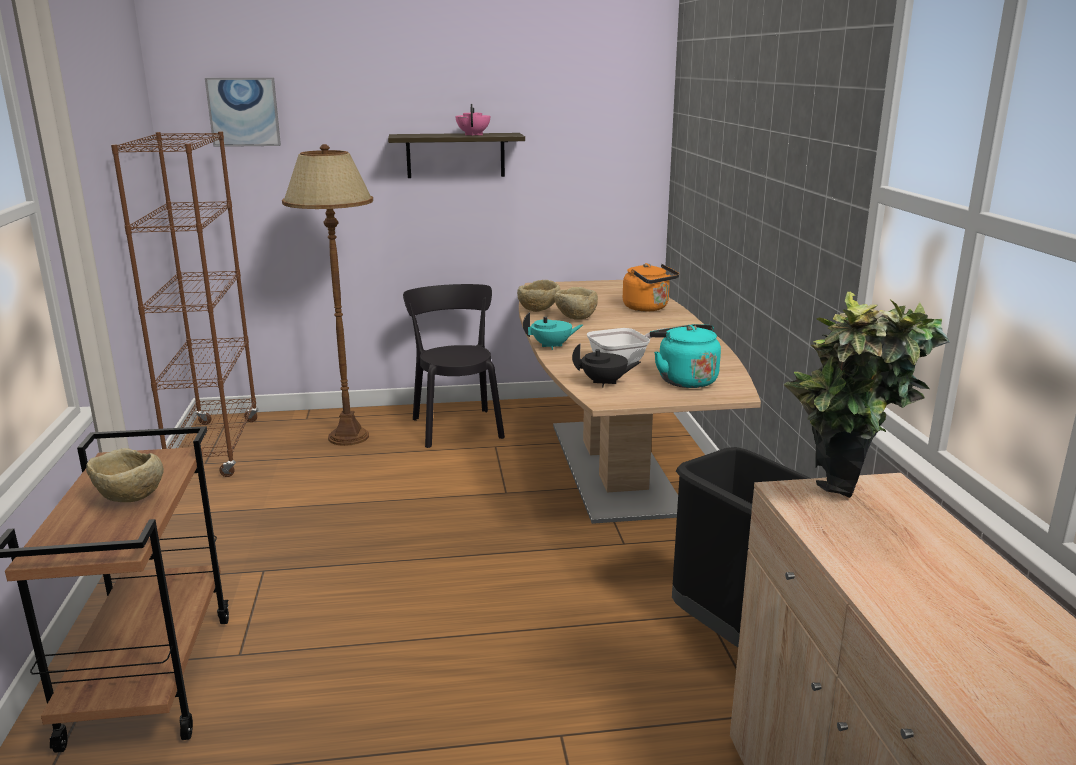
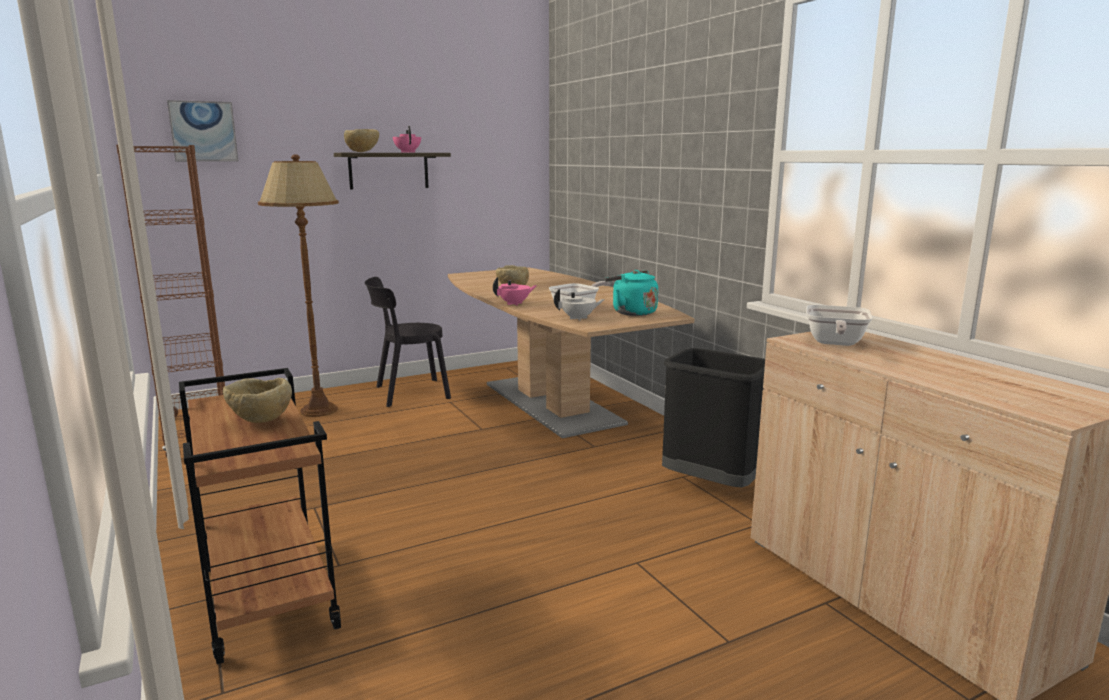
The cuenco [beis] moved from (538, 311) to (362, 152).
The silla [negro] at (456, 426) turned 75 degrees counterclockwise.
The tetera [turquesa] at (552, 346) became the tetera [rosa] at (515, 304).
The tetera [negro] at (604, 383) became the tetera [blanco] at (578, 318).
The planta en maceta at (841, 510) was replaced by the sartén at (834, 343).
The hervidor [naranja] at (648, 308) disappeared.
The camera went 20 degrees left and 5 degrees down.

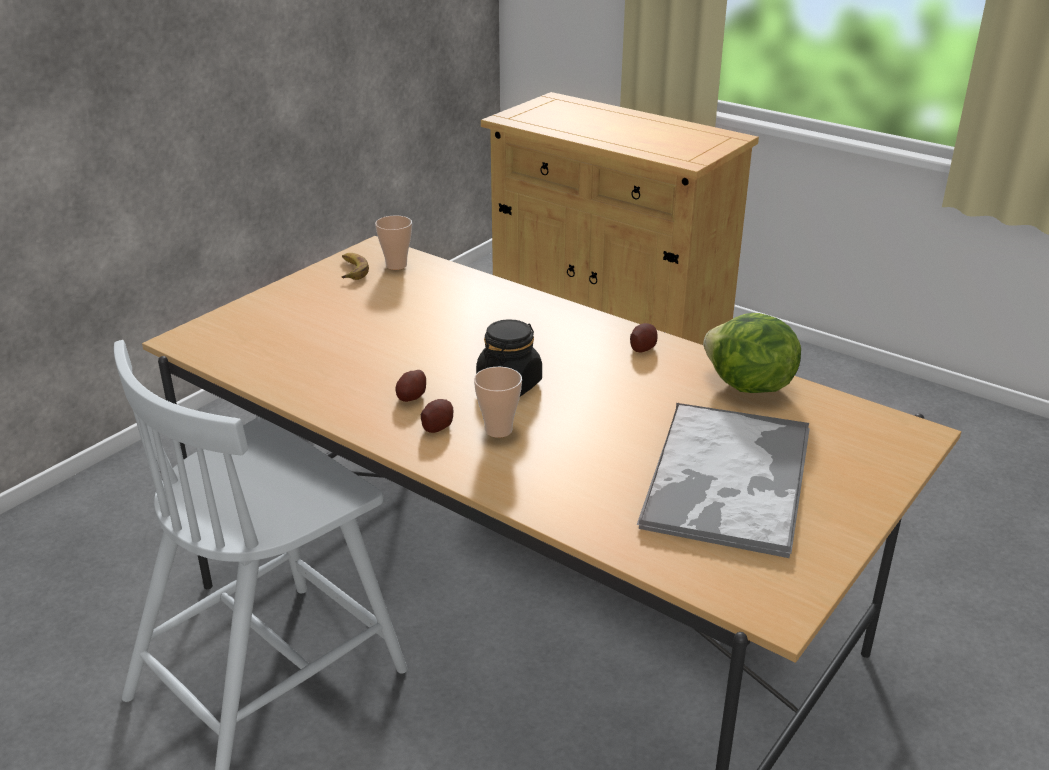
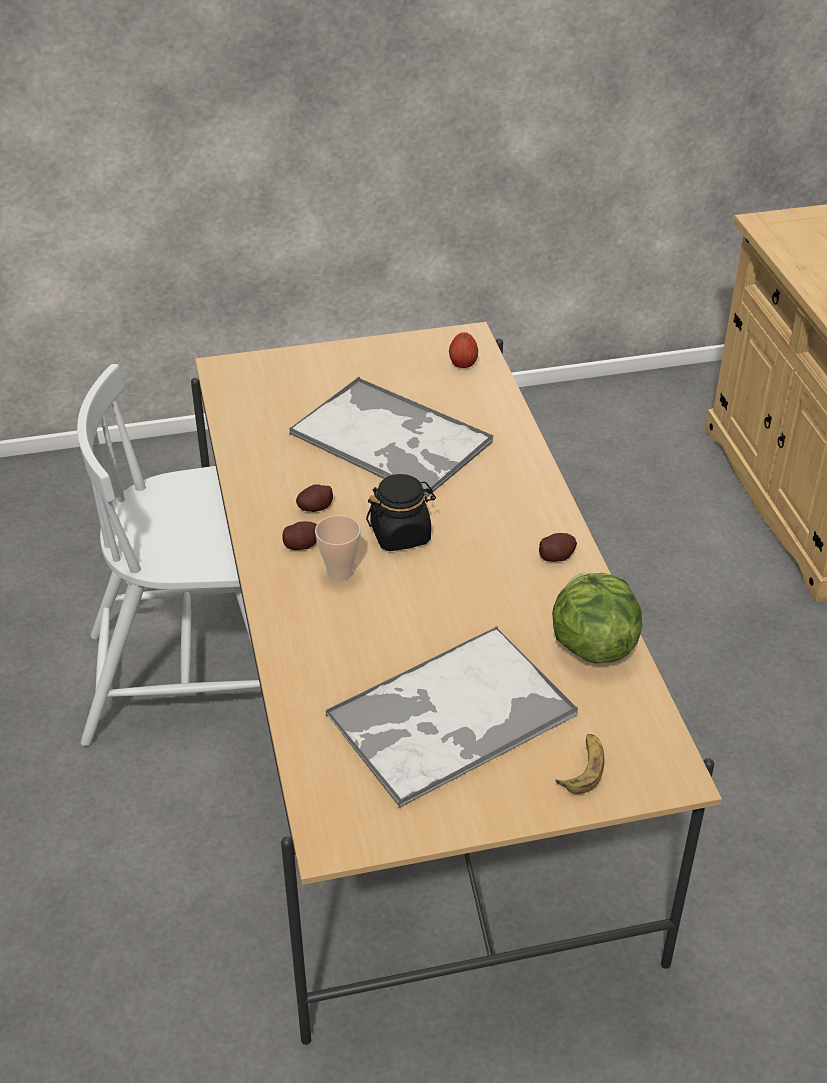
The bandeja at (392, 439) appeared.
The taza at (396, 265) was replaced by the manzana at (462, 365).
The plátano moved from (352, 270) to (583, 768).
The camera went 40 degrees right and 10 degrees up.

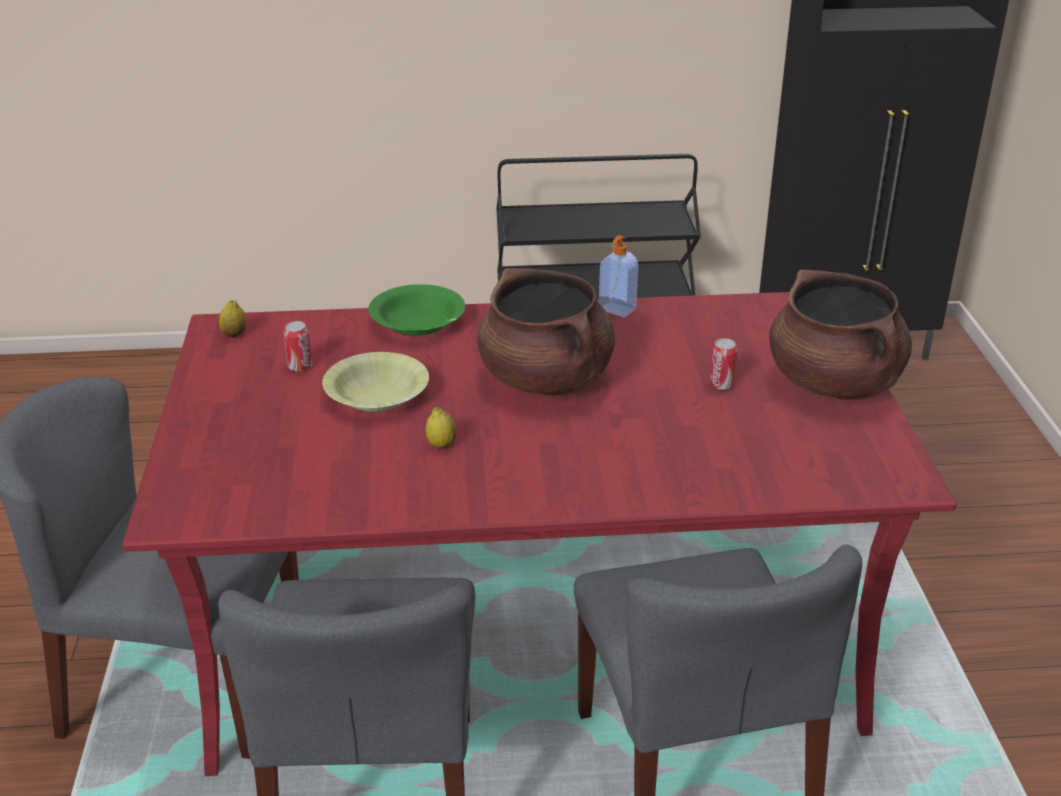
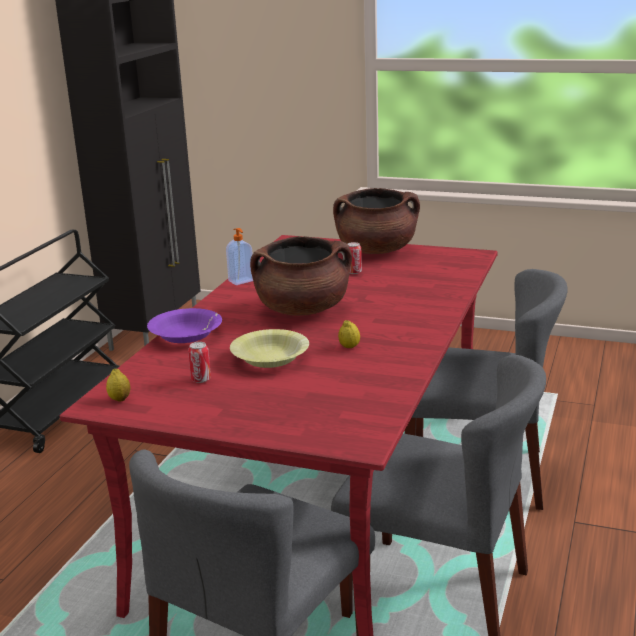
The cuenco [verde] at (417, 323) became the cuenco [morado] at (186, 335).
The camera went 65 degrees left and 10 degrees down.

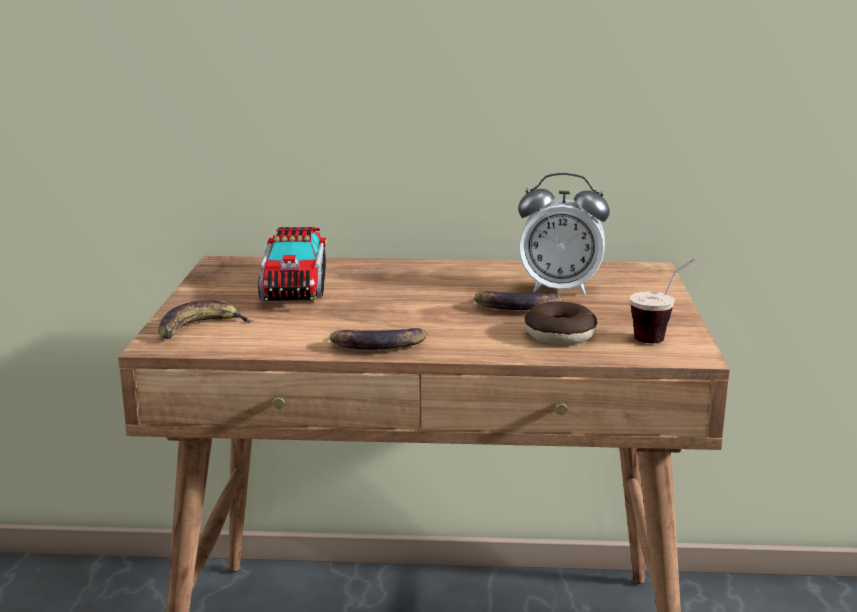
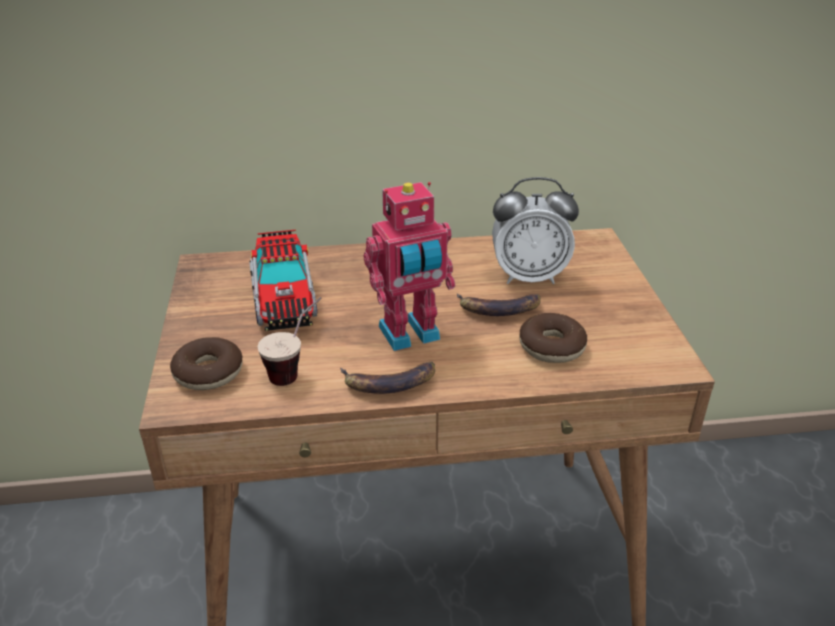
The plátano at (199, 328) was replaced by the rosquilla at (208, 373).
The taza moved from (661, 335) to (296, 369).
The robot de juguete at (410, 335) appeared.
The camera went 10 degrees left and 15 degrees up.

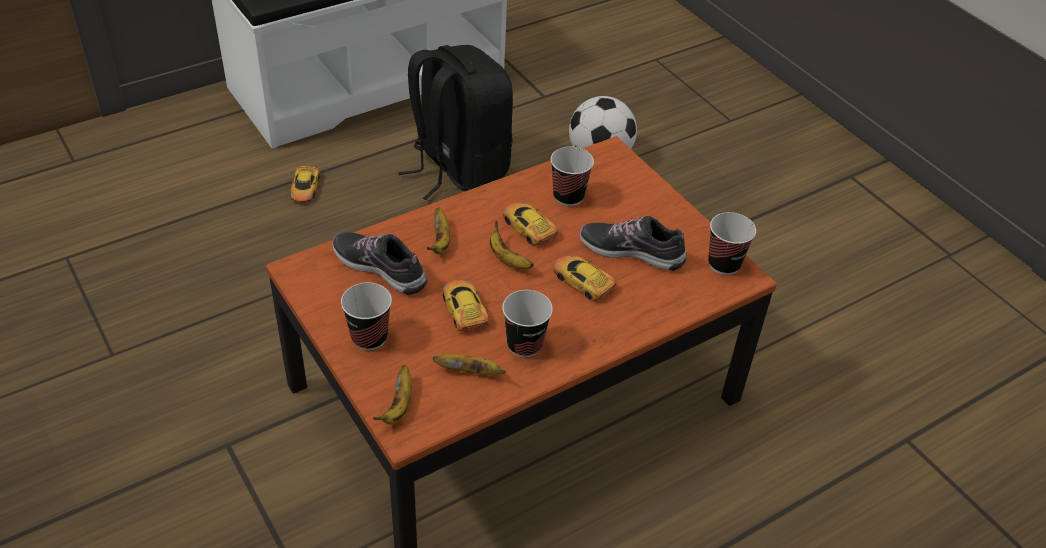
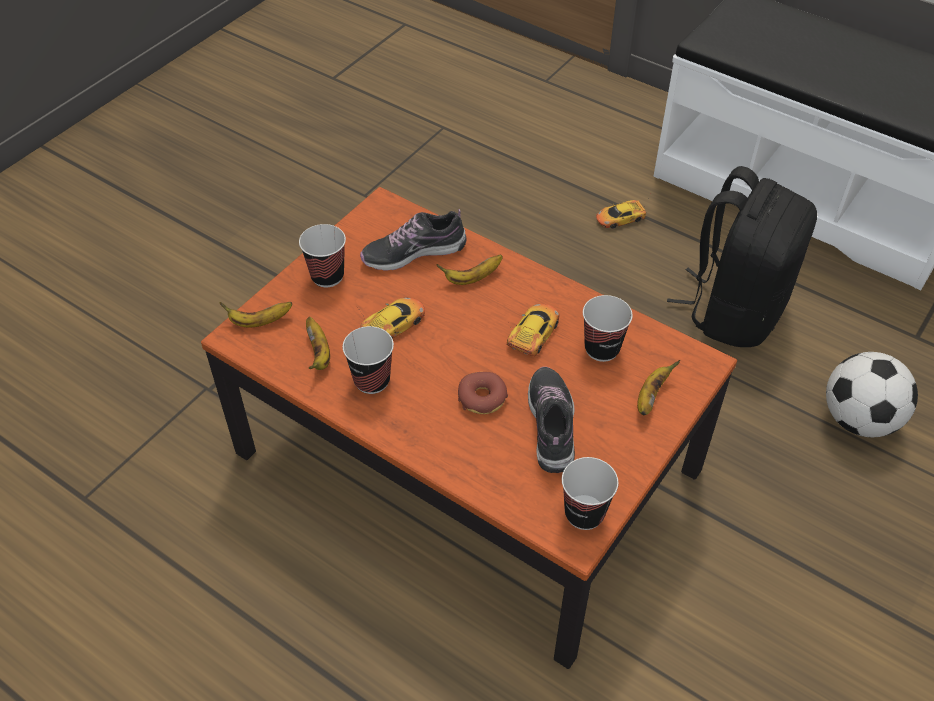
The zapato at (380, 268) turned 120 degrees counterclockwise.
The coche de juguete at (583, 281) was replaced by the rosquilla at (482, 398).
The plátano moved from (507, 259) to (650, 397).
The camera went 70 degrees right and 5 degrees up.

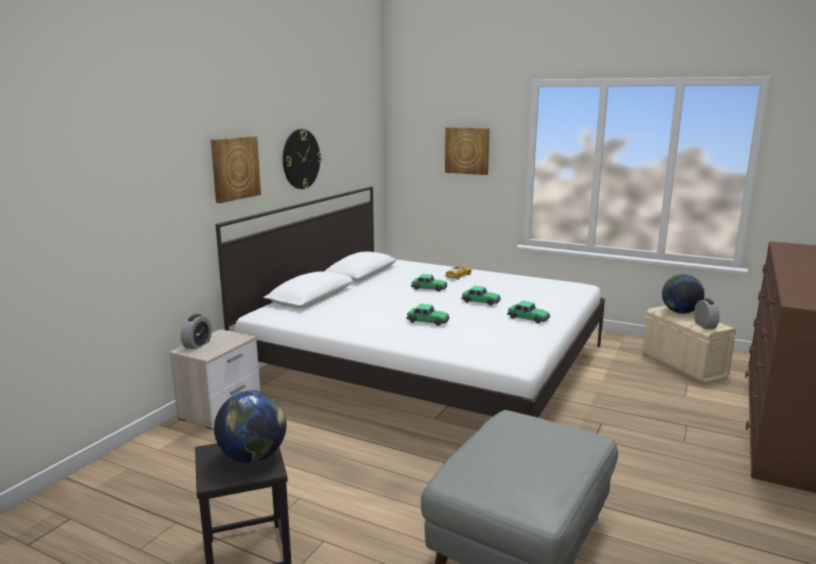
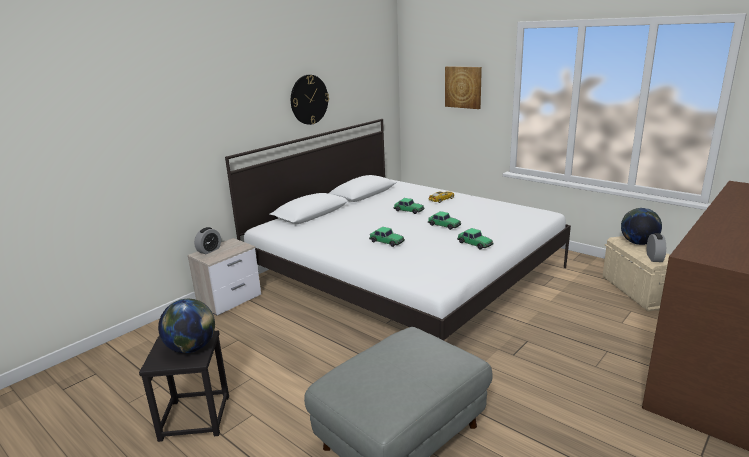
The cuadro at (234, 168) disappeared.
The camera went 15 degrees right and 5 degrees up.

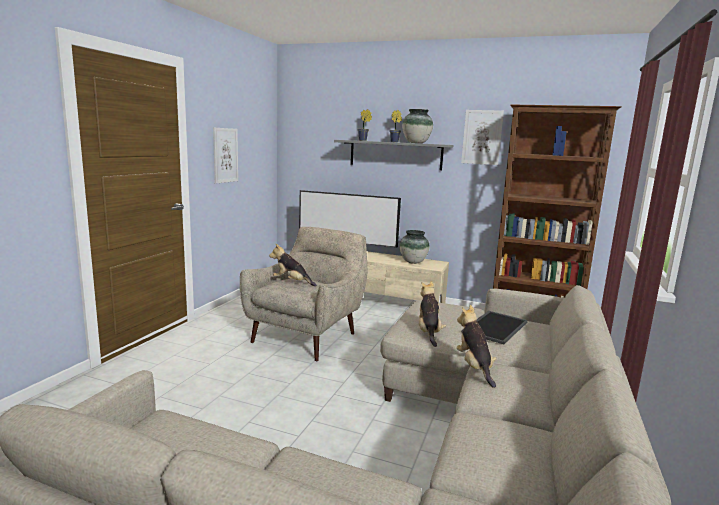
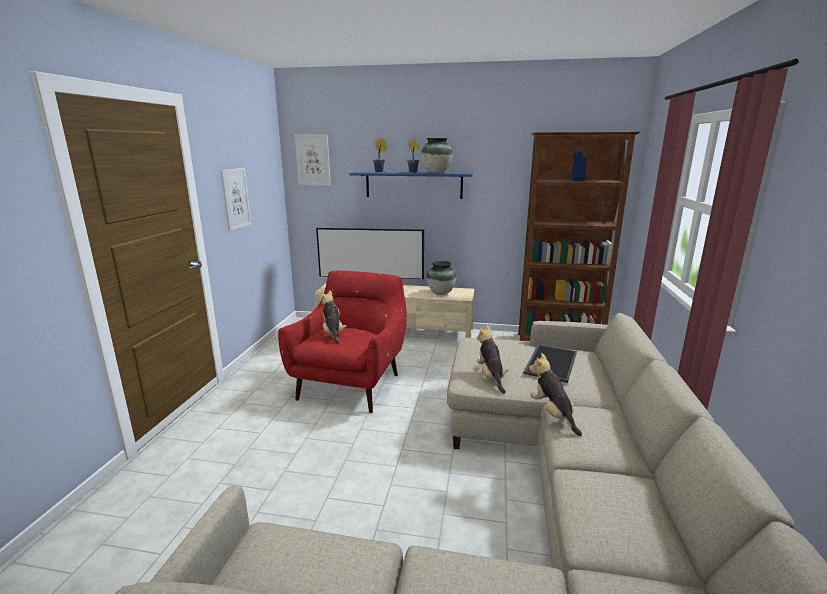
The sillón [beis] at (307, 336) became the sillón [rojo] at (352, 384).
The cuadro moved from (482, 137) to (313, 160).
The peluche at (292, 282) turned 60 degrees clockwise.
The estante [gris] at (395, 154) became the estante [azul] at (413, 184).
The camera went 10 degrees left and 5 degrees up.

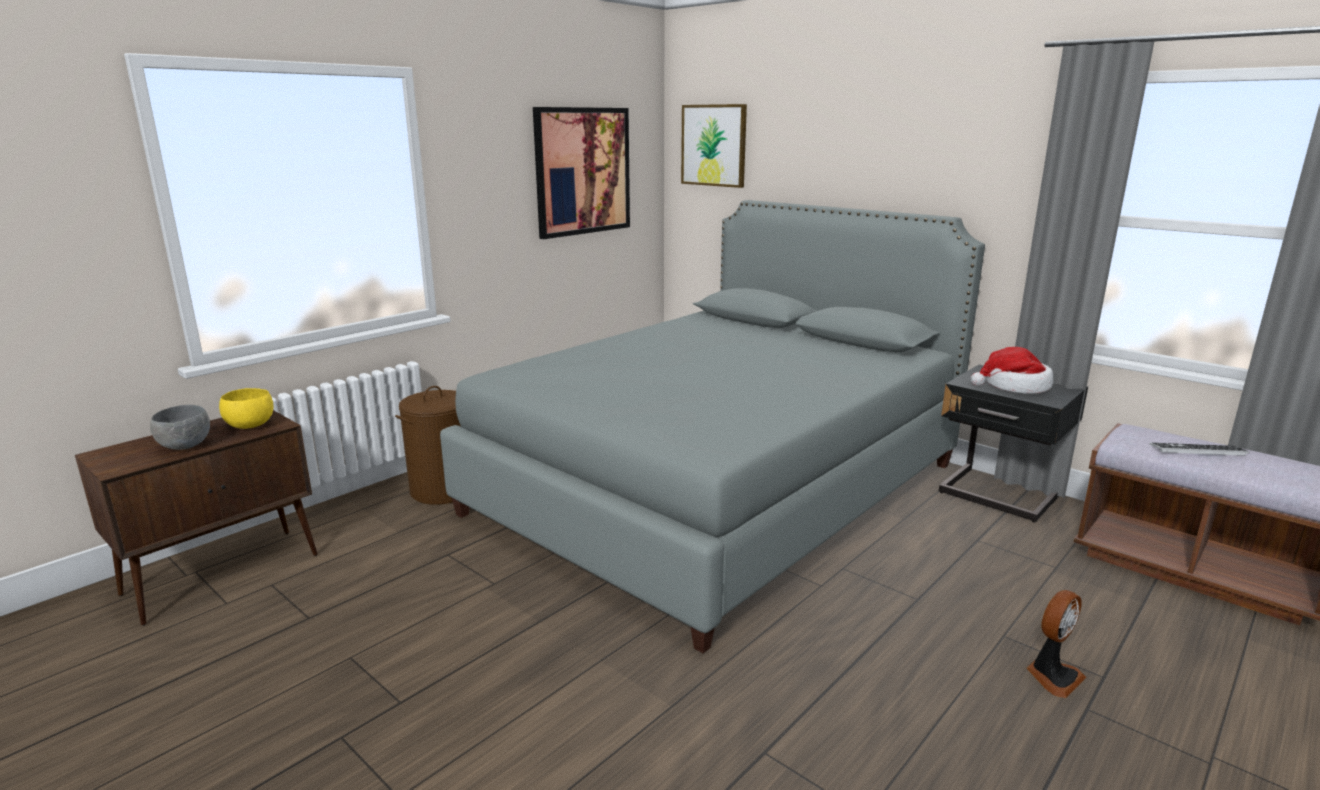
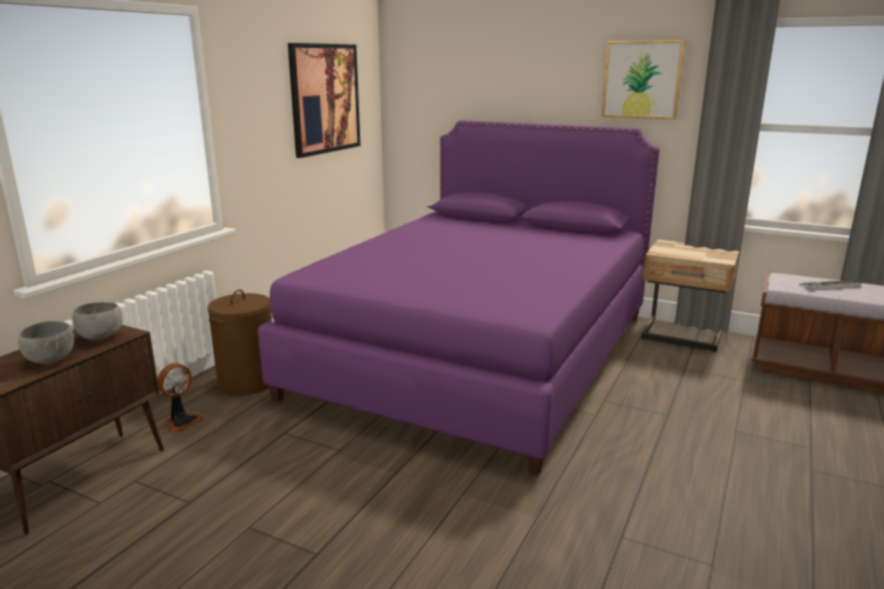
The cuenco [amarillo] at (249, 426) became the cuenco [gris] at (100, 337).
The ventilador moved from (1052, 676) to (181, 422).
The cama [gris] at (718, 488) became the cama [morado] at (478, 354).
The cuadro moved from (714, 145) to (642, 79).
The mesita de noche [negro] at (998, 496) became the mesita de noche [beis] at (682, 336).
The sombrero at (1014, 386) disappeared.
The camera went 15 degrees left and 0 degrees up.

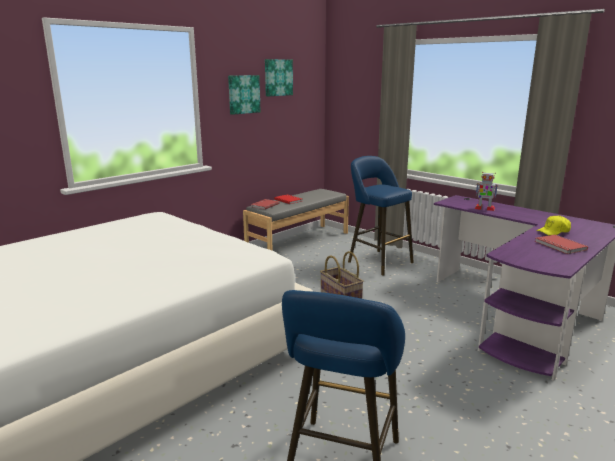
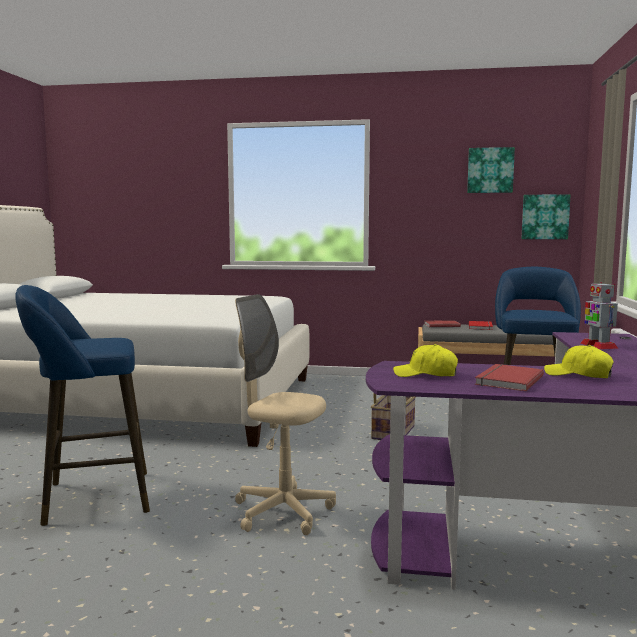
The silla de oficina [beis] at (283, 512) appeared.
The gorra [amarillo] at (426, 374) appeared.
The cuadro moved from (243, 94) to (545, 217).
The camera went 55 degrees right and 10 degrees down.

